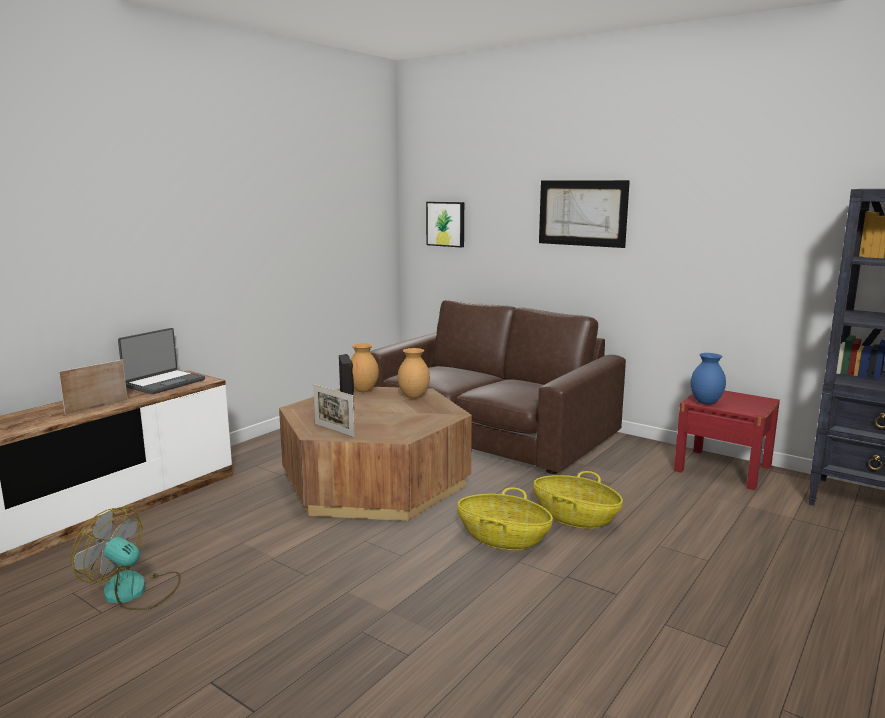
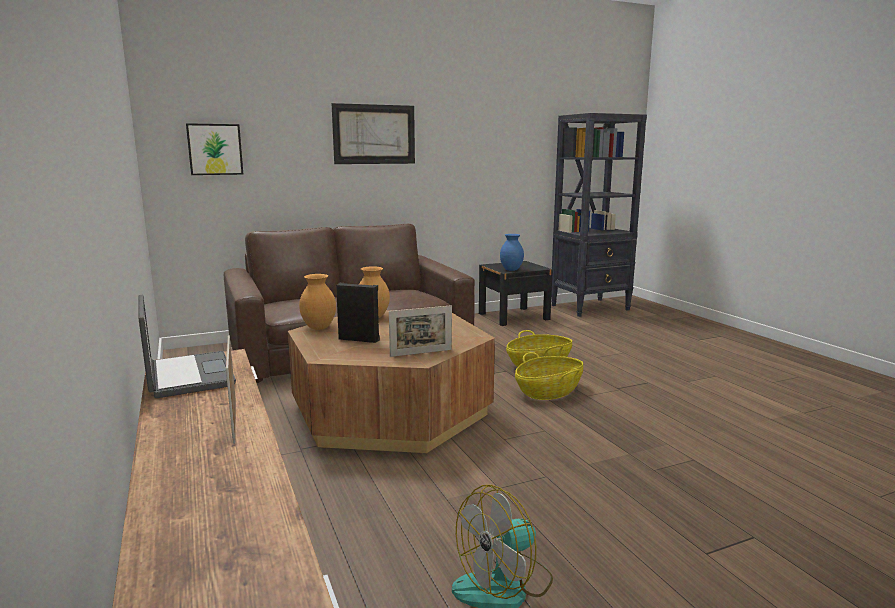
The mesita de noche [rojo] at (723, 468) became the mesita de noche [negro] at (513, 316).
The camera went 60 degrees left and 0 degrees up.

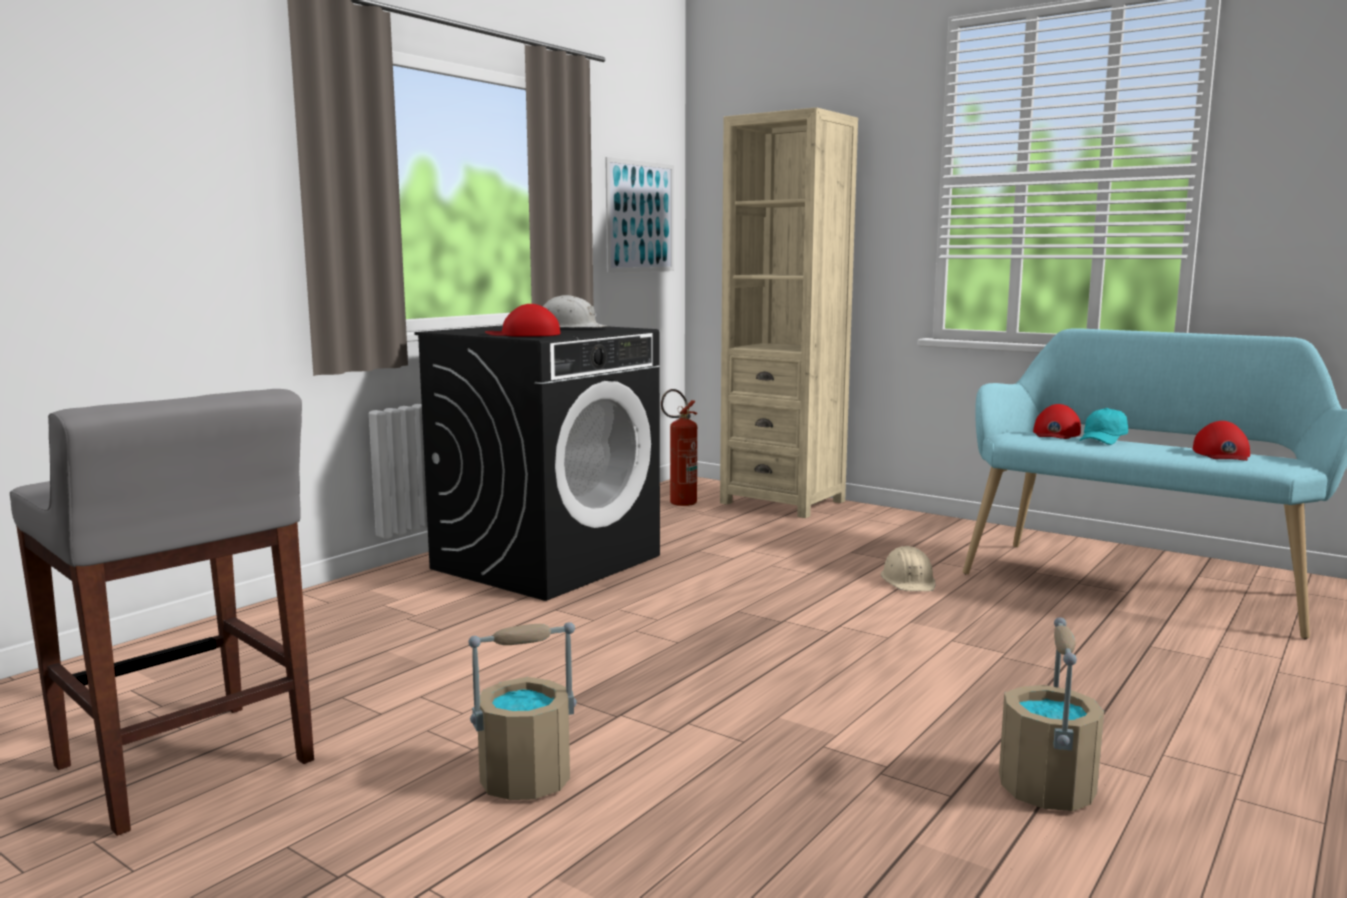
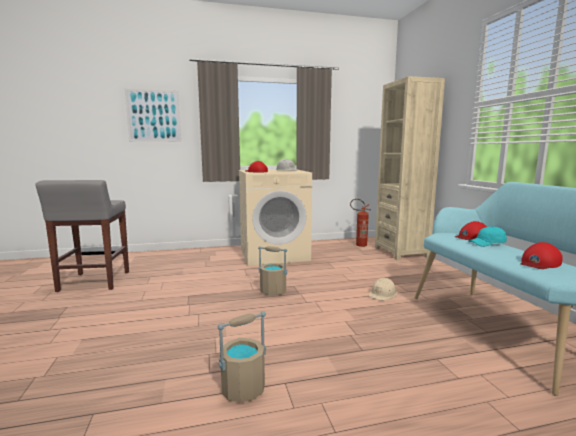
The cuadro moved from (640, 217) to (153, 116).
The lavadora [negro] at (547, 562) became the lavadora [beis] at (274, 254).
The cubo [beis] moved from (525, 780) to (273, 291).
The camera went 40 degrees right and 0 degrees up.

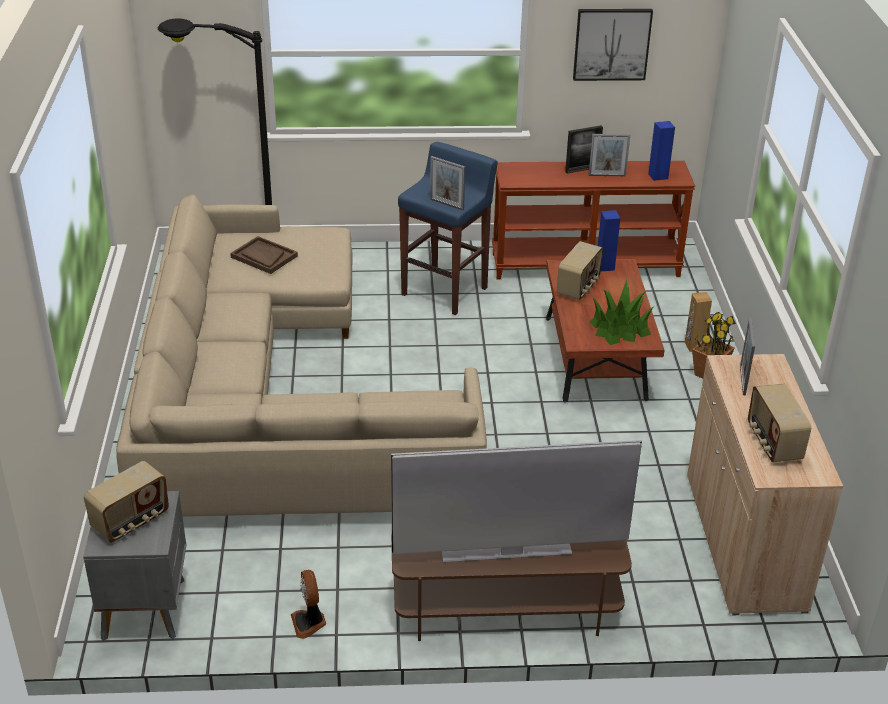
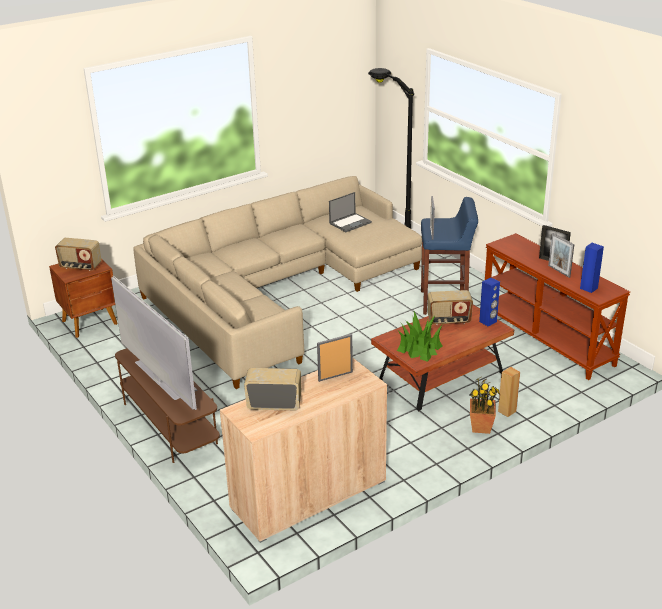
The mesita de noche [gris] at (145, 608) became the mesita de noche [marrón] at (91, 322).
The radio at (773, 443) turned 45 degrees clockwise.
The bandeja [marrón] at (264, 256) was replaced by the portátil at (350, 223).
The ventilador at (309, 623) disappeared.
The cuadro at (611, 44) disappeared.
The camera went 60 degrees right and 5 degrees down.

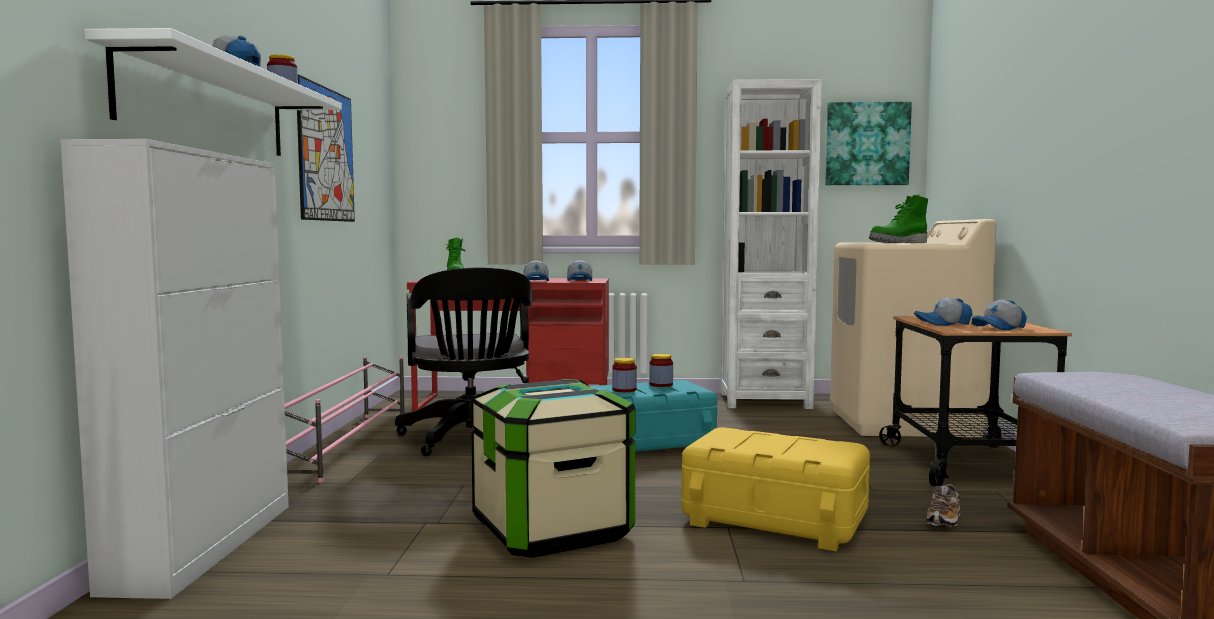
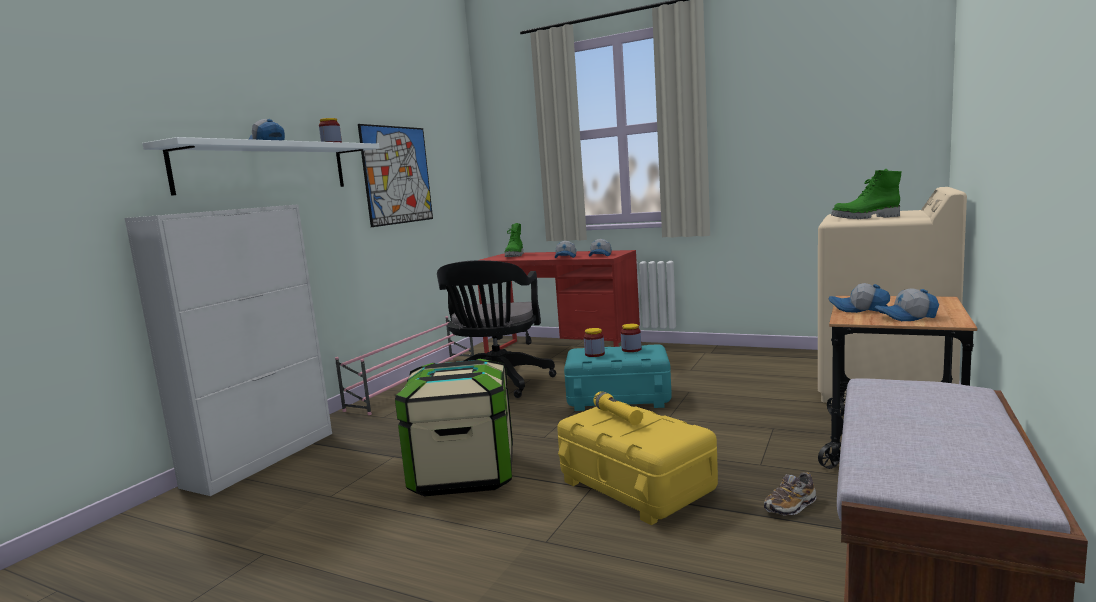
The linterna [amarillo] at (617, 416) appeared.
The estantería [blanco] at (764, 401) disappeared.
The cuadro at (867, 144) disappeared.
The camera went 25 degrees right and 5 degrees up.

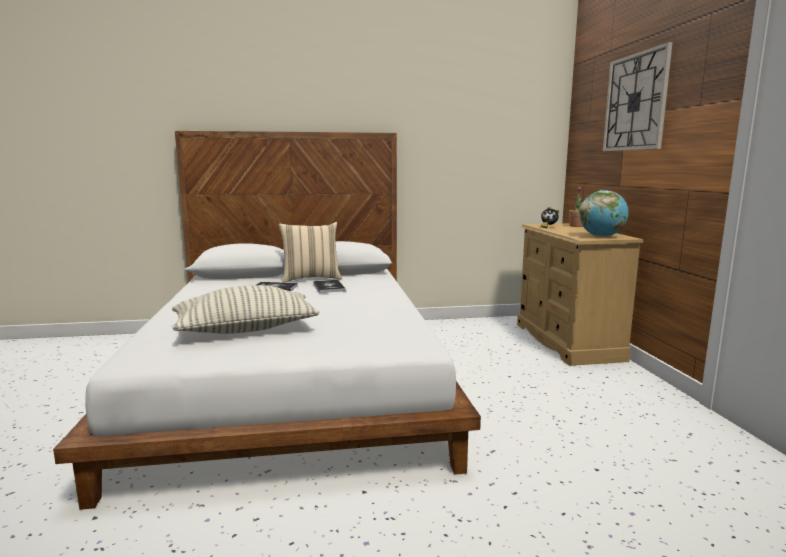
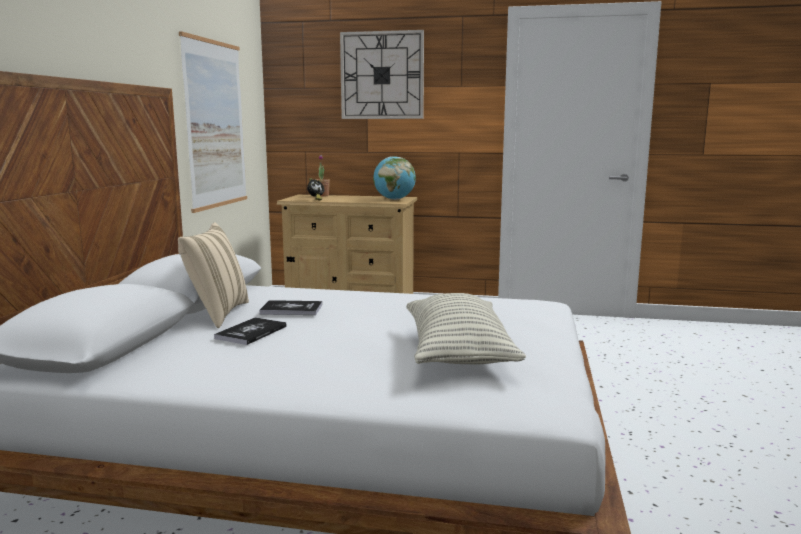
The cuadro at (215, 124) appeared.
The camera went 70 degrees left and 0 degrees up.

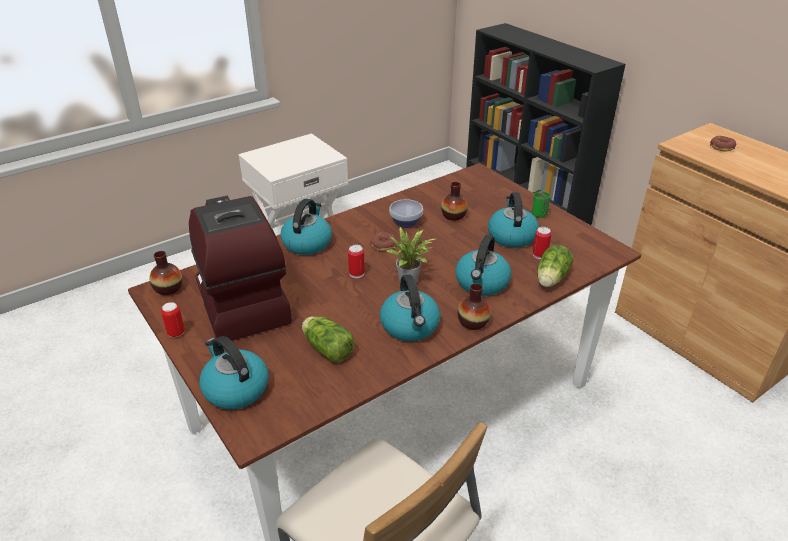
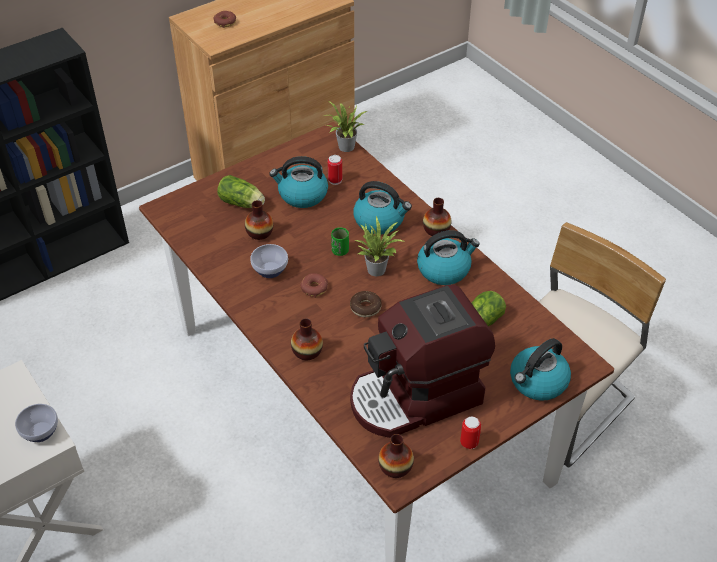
The cuenco at (41, 431) appeared.
The lechuga moved from (550, 279) to (243, 203).
The hervidor at (307, 243) was replaced by the florero at (307, 351).
The planta en maceta at (345, 148) appeared.
The taza [verde] moved from (539, 214) to (340, 251).
The lata at (356, 273) was replaced by the rosquilla at (365, 307).
The camera went 90 degrees left and 10 degrees up.

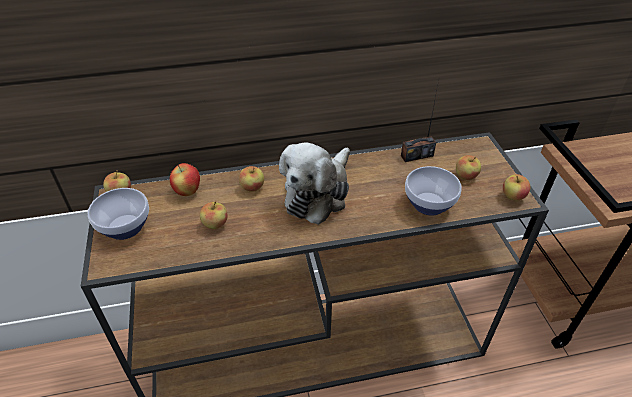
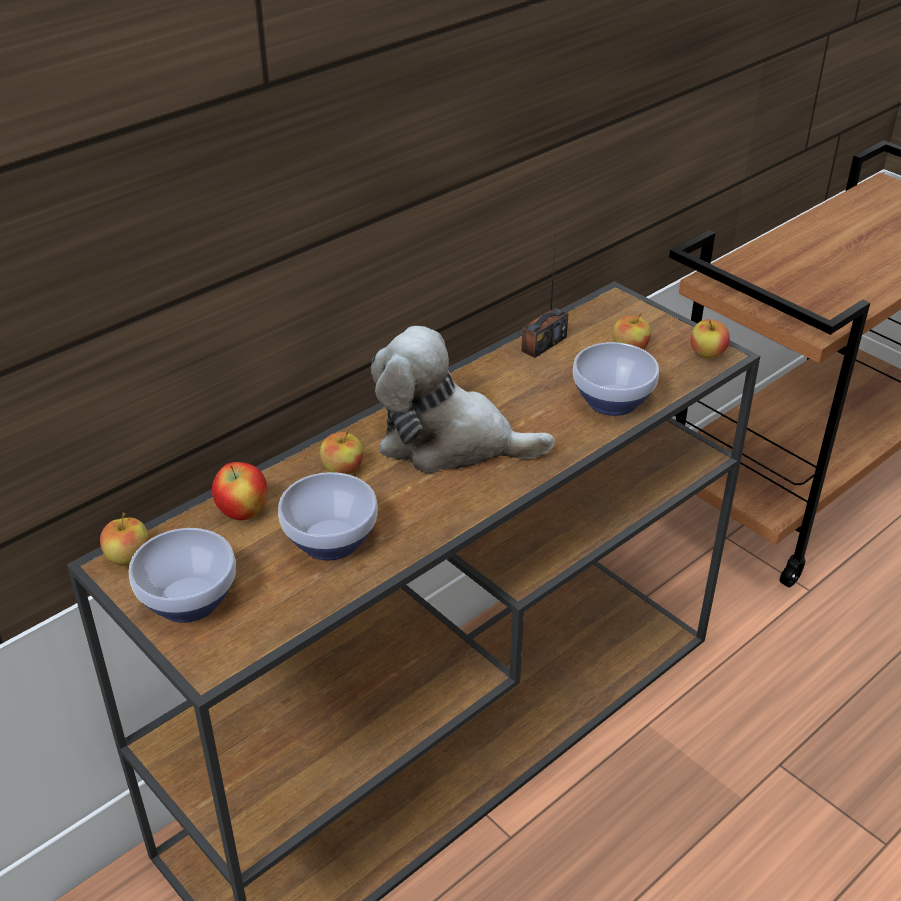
The manzana at (215, 224) was replaced by the cuenco at (333, 540).
The peluche at (318, 193) turned 105 degrees clockwise.
The camera went 30 degrees left and 5 degrees down.

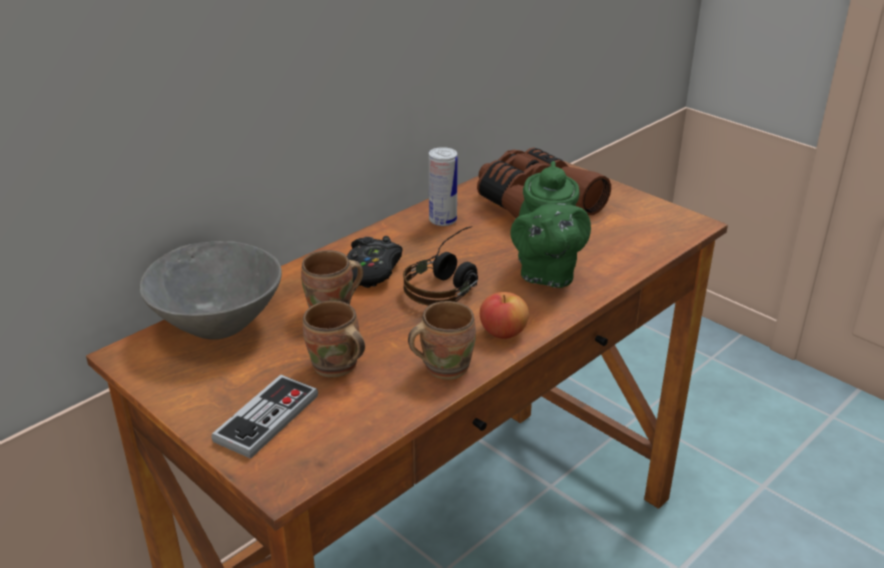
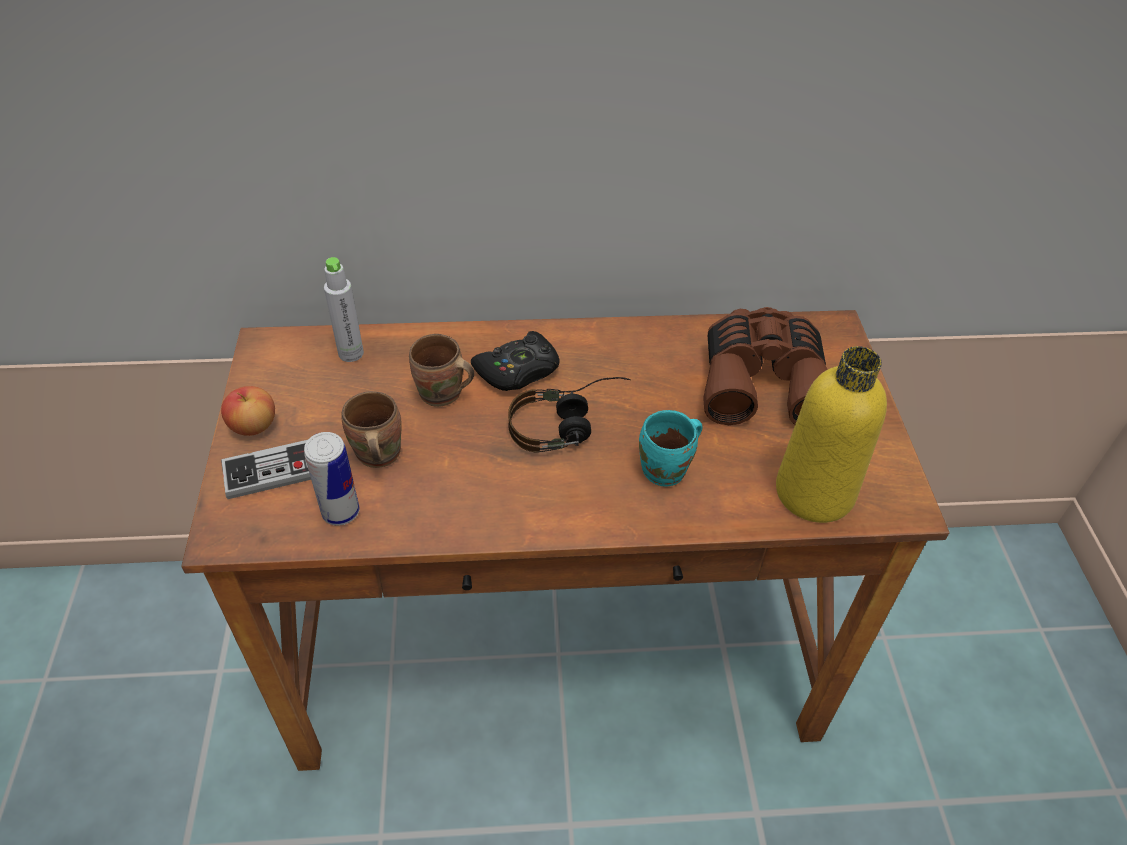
The manzana moved from (503, 332) to (253, 426).
The lata moved from (443, 221) to (340, 512).
The cuenco [gris] at (219, 323) was replaced by the botella [gris] at (351, 353).
The tetera [verde] at (546, 273) was replaced by the taza grande [turquesa] at (668, 471).
The botella [amarillo] at (814, 492) appeared.
The taza grande [marrón] at (443, 366) disappeared.
The camera went 40 degrees right and 15 degrees up.

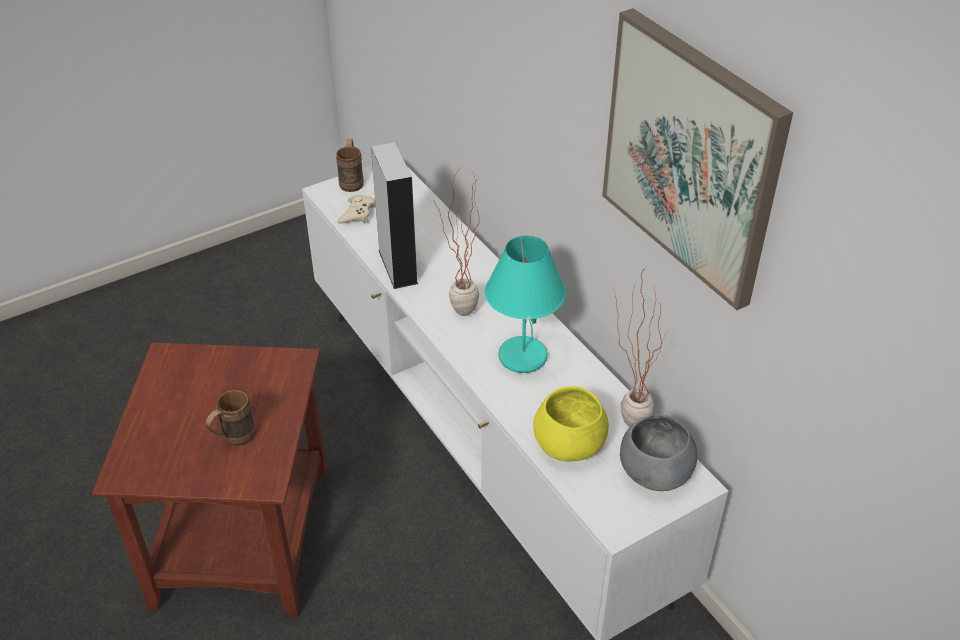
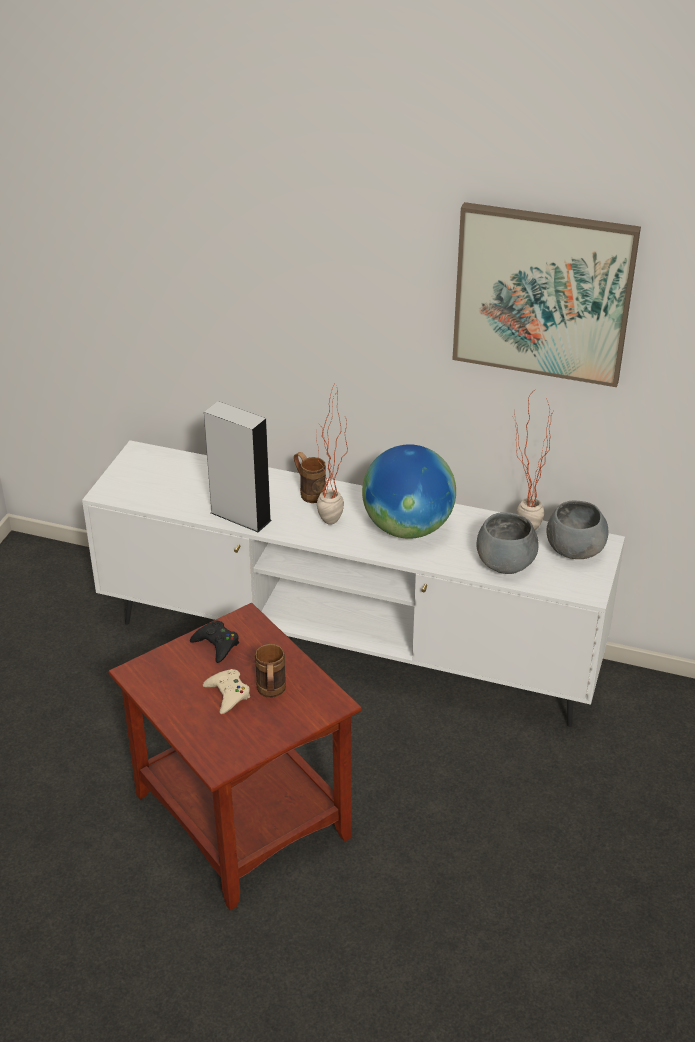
The mando de consola [negro] at (216, 644) appeared.
The mando de consola [beis] moved from (357, 213) to (228, 694).
The taza grande [marrón] moved from (352, 180) to (309, 492).
The lámpara de mesa [turquesa] at (521, 356) was replaced by the globo terráqueo at (407, 528).
The cuenco [amarillo] at (570, 445) became the cuenco [gris] at (506, 563).
The camera went 40 degrees left and 5 degrees down.

